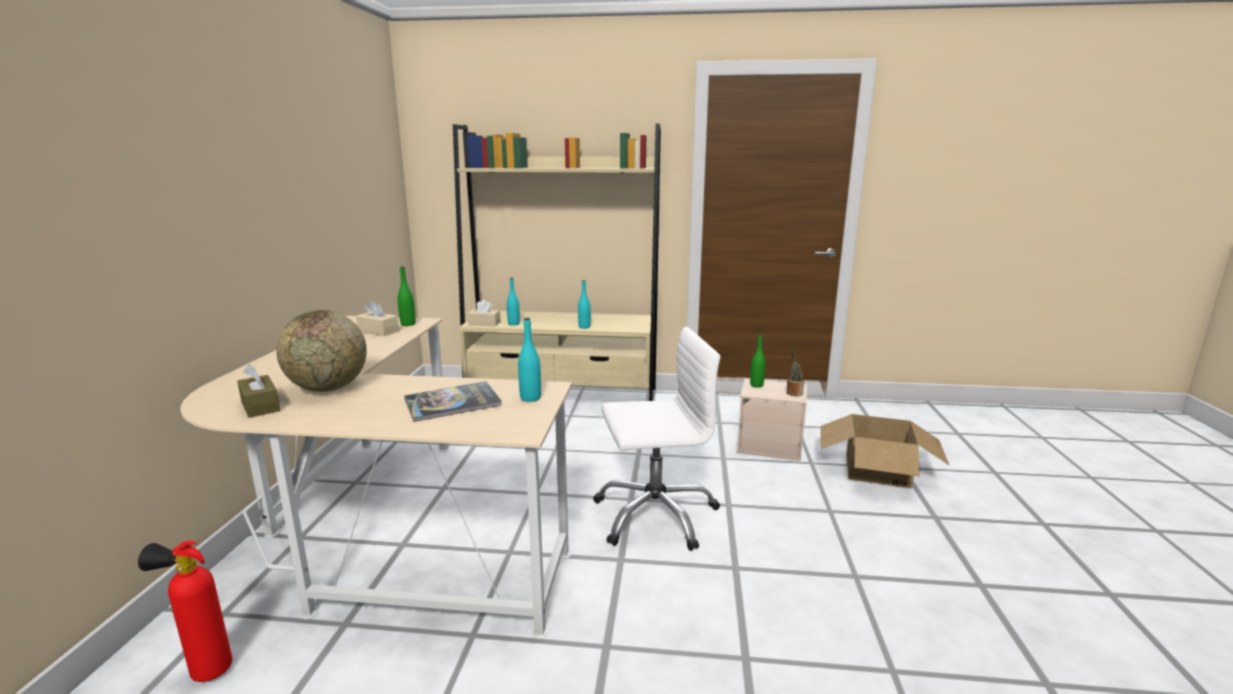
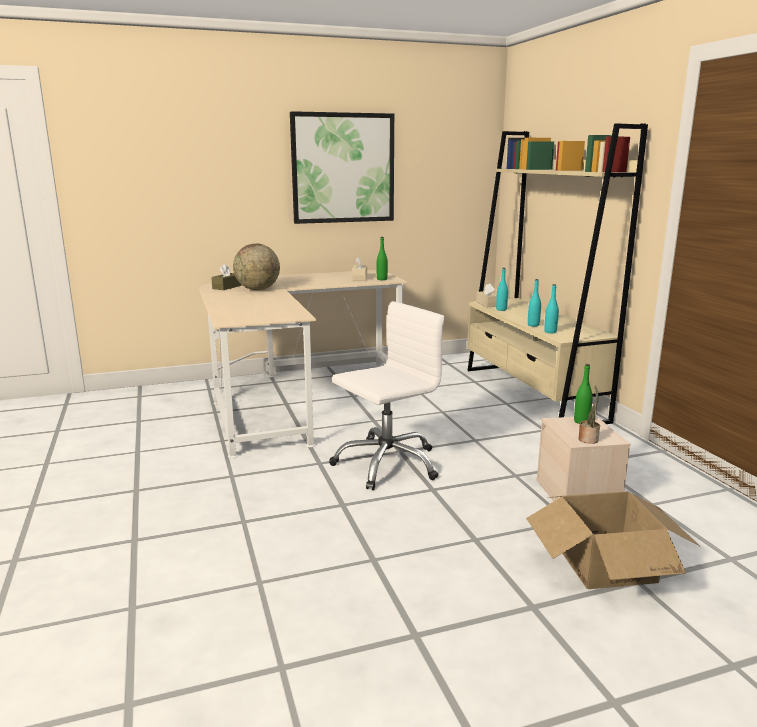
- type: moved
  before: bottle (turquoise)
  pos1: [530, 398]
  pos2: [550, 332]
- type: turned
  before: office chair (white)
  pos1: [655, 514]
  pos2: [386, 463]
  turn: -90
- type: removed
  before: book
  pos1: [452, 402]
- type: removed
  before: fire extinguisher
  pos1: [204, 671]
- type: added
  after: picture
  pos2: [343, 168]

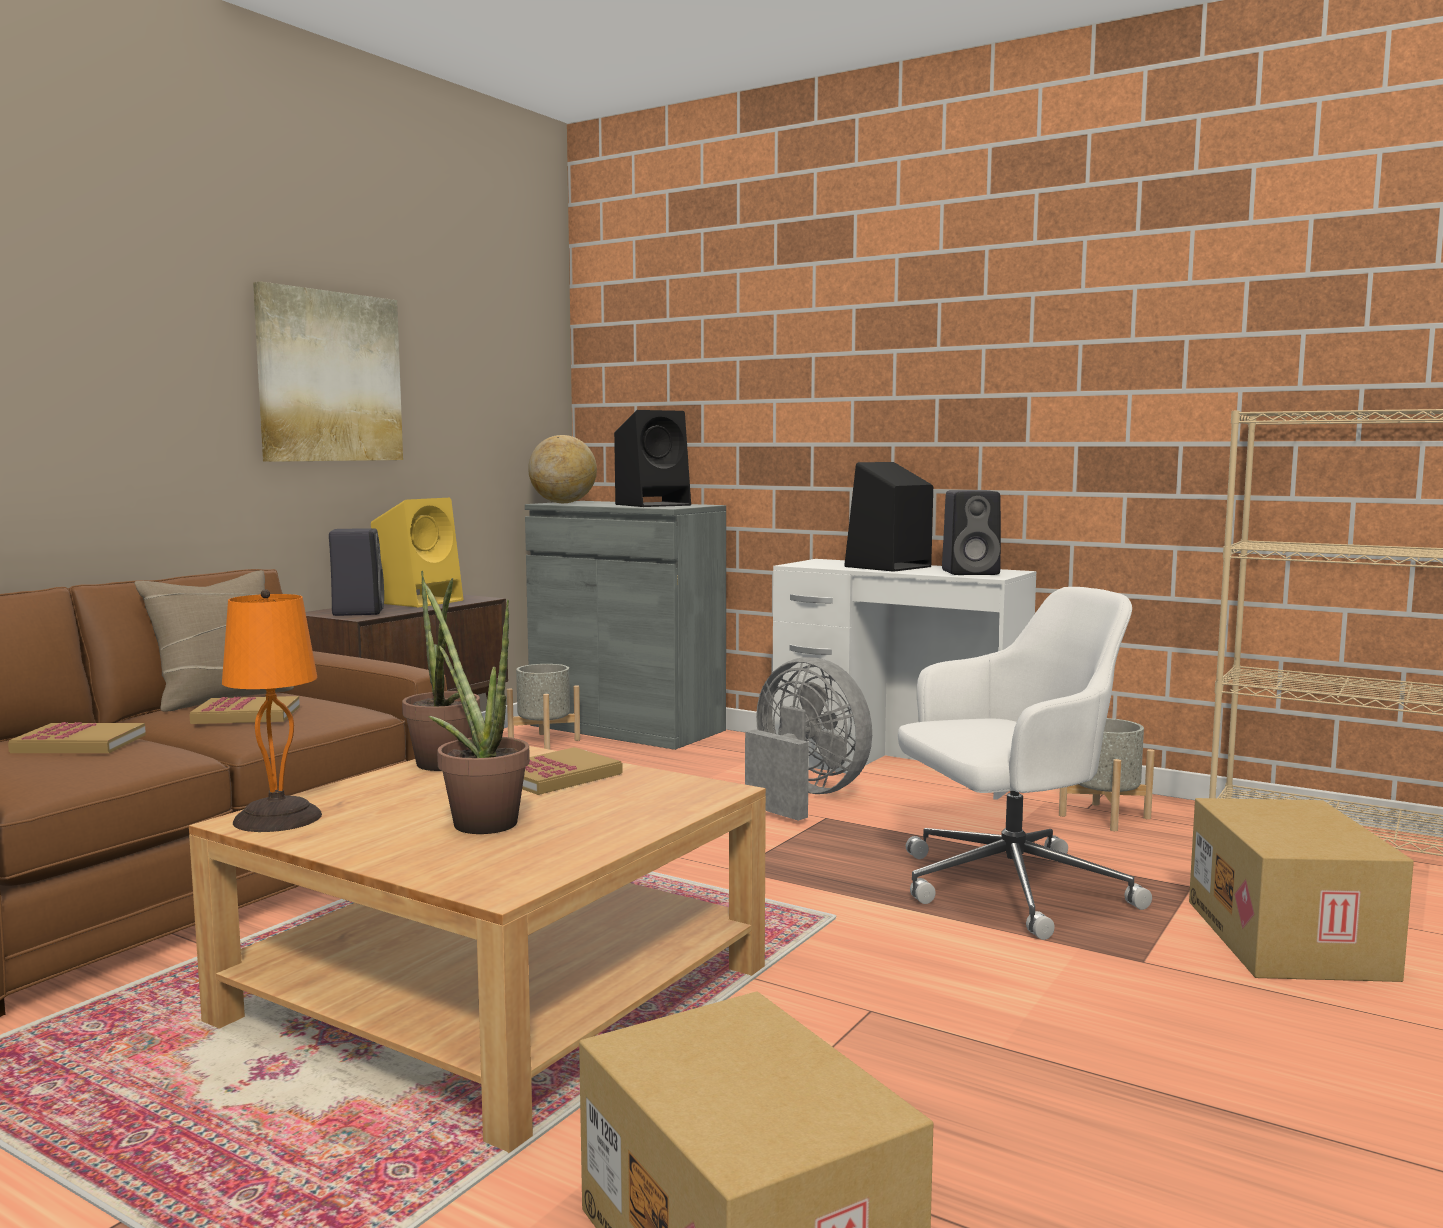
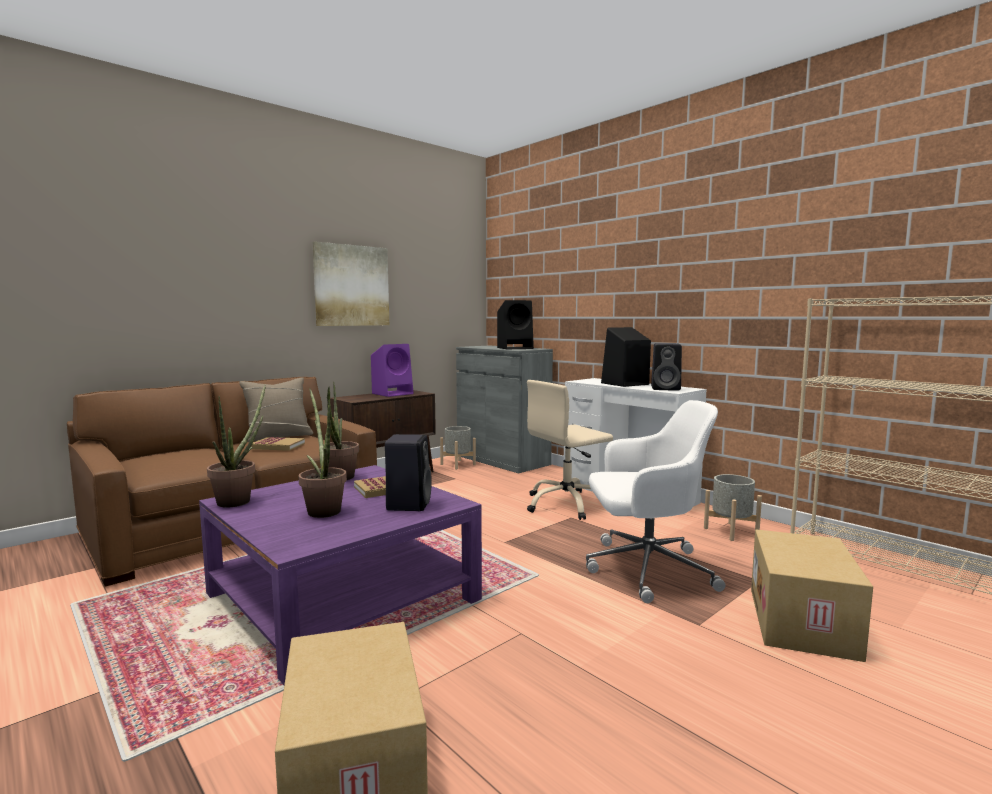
- type: removed
  before: globe
  pos1: [563, 503]
- type: recoloured
  before: speaker (yellow)
  after: speaker (purple)
  pos1: [420, 601]
  pos2: [393, 393]
- type: moved
  before: speaker (black)
  pos1: [357, 612]
  pos2: [408, 504]
- type: replaced
  before: table lamp (orange)
  after: potted plant
  pos1: [280, 818]
  pos2: [239, 500]
- type: replaced
  before: fan (grey)
  after: office chair (beige)
  pos1: [803, 797]
  pos2: [566, 504]
- type: removed
  before: book
  pos1: [79, 744]
- type: recoloured
  before: coffee table (beige)
  after: coffee table (purple)
  pos1: [497, 994]
  pos2: [342, 597]

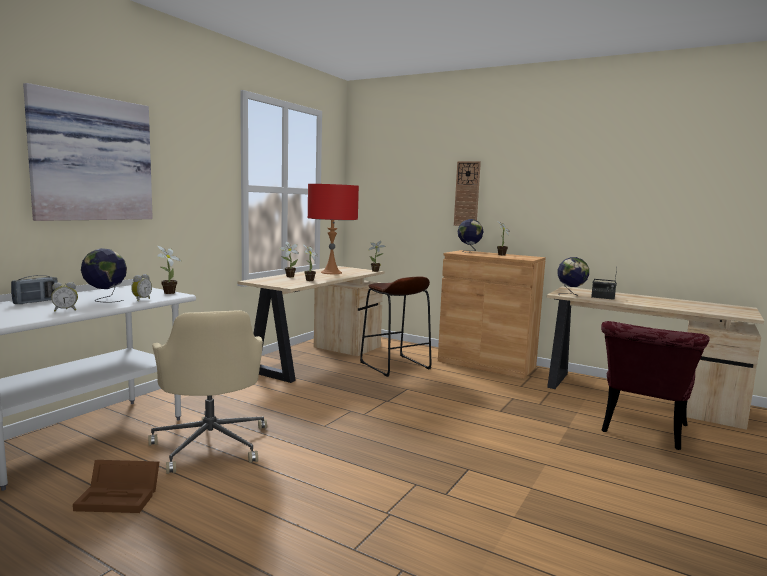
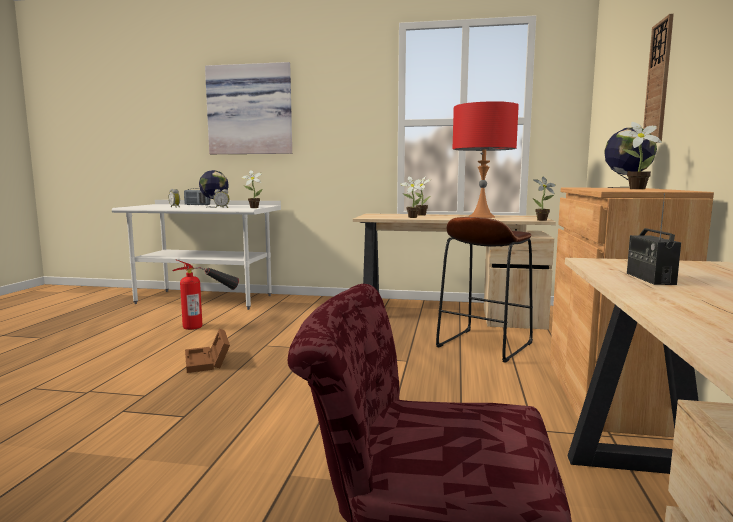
- type: removed
  before: globe
  pos1: [571, 295]
- type: replaced
  before: office chair (beige)
  after: fire extinguisher
  pos1: [211, 444]
  pos2: [209, 323]
- type: moved
  before: storage box (brown)
  pos1: [121, 497]
  pos2: [208, 361]

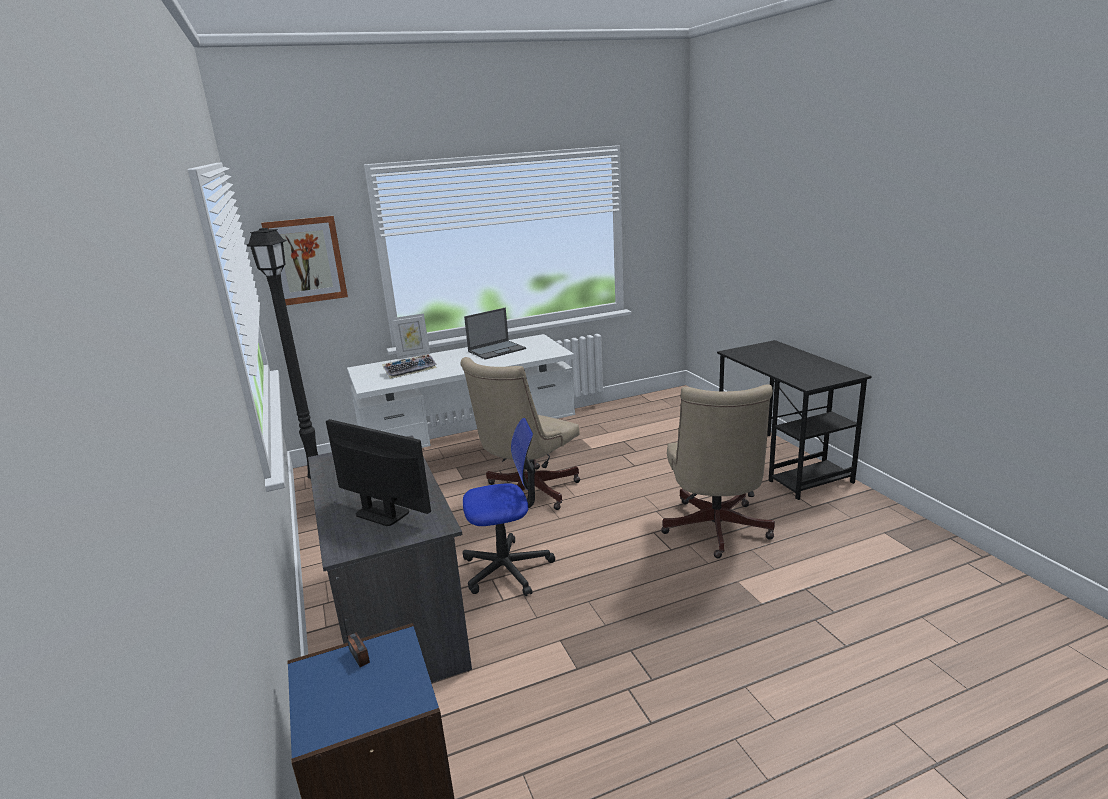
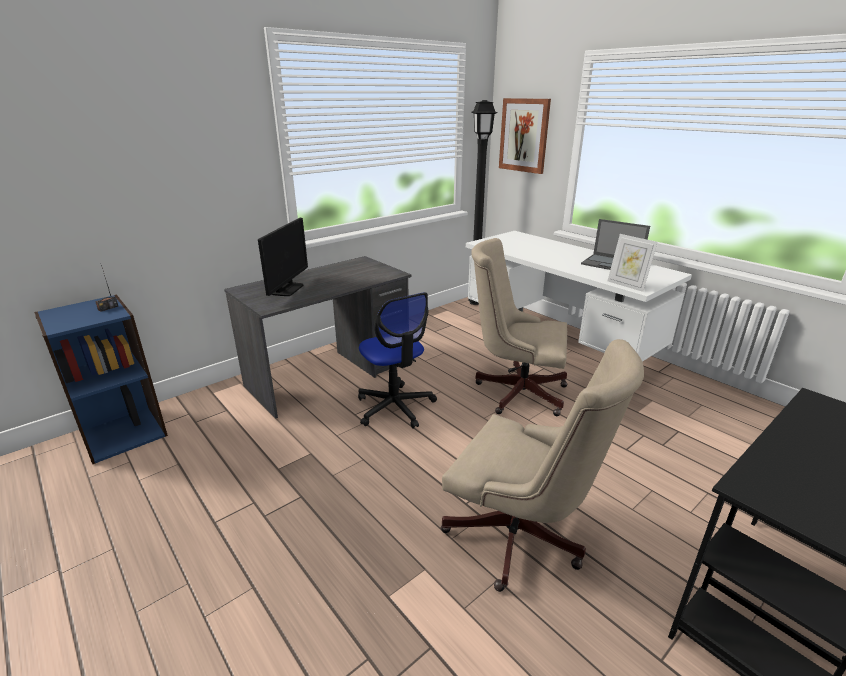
- type: moved
  before: picture frame
  pos1: [413, 355]
  pos2: [626, 285]
- type: removed
  before: keyboard
  pos1: [410, 370]
- type: turned
  before: office chair (beige)
  pos1: [715, 531]
  pos2: [521, 539]
  turn: -135

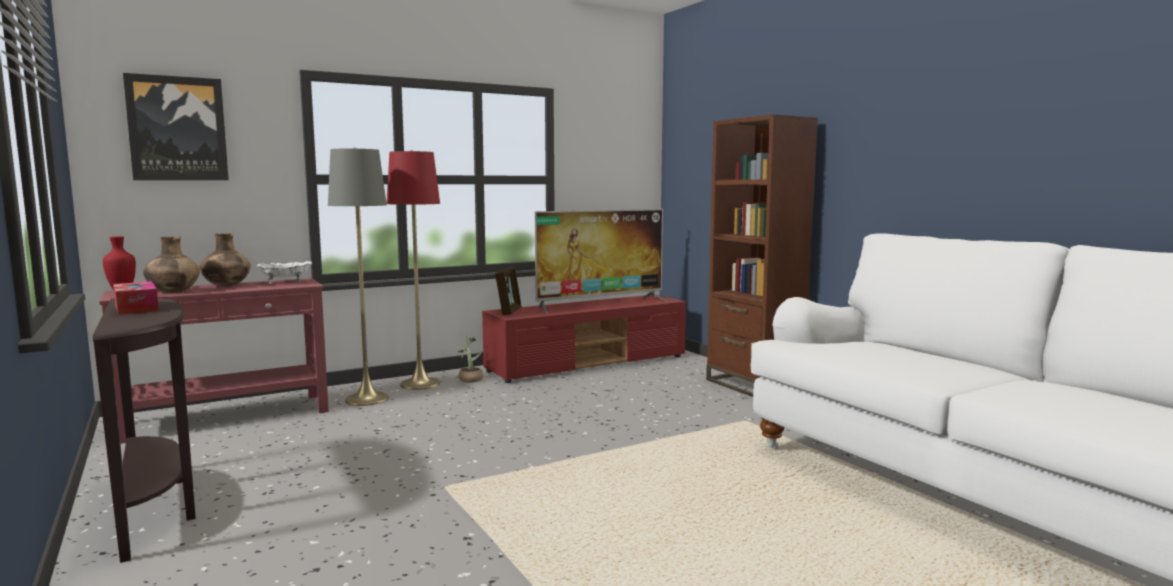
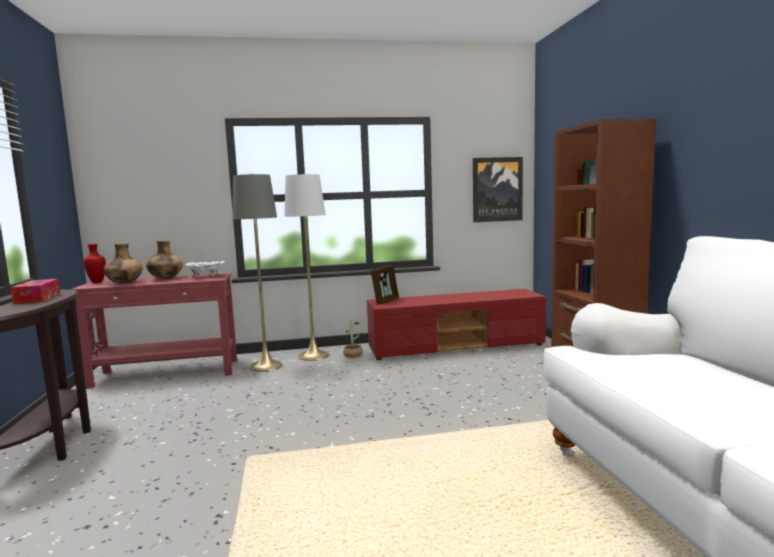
- type: moved
  before: picture
  pos1: [177, 129]
  pos2: [497, 189]
- type: recoloured
  before: floor lamp (red)
  after: floor lamp (white)
  pos1: [420, 384]
  pos2: [313, 356]
- type: removed
  before: television
  pos1: [601, 304]

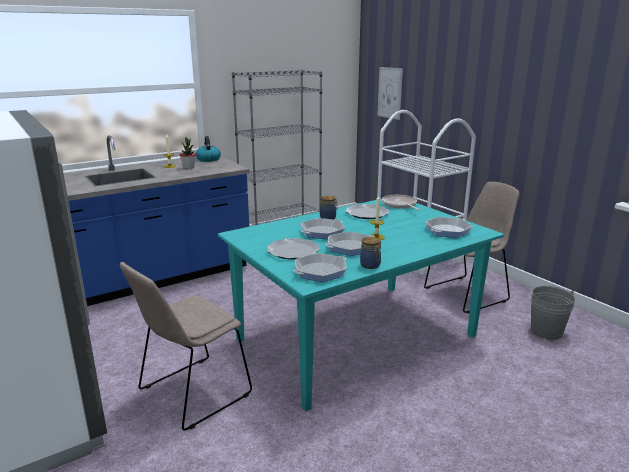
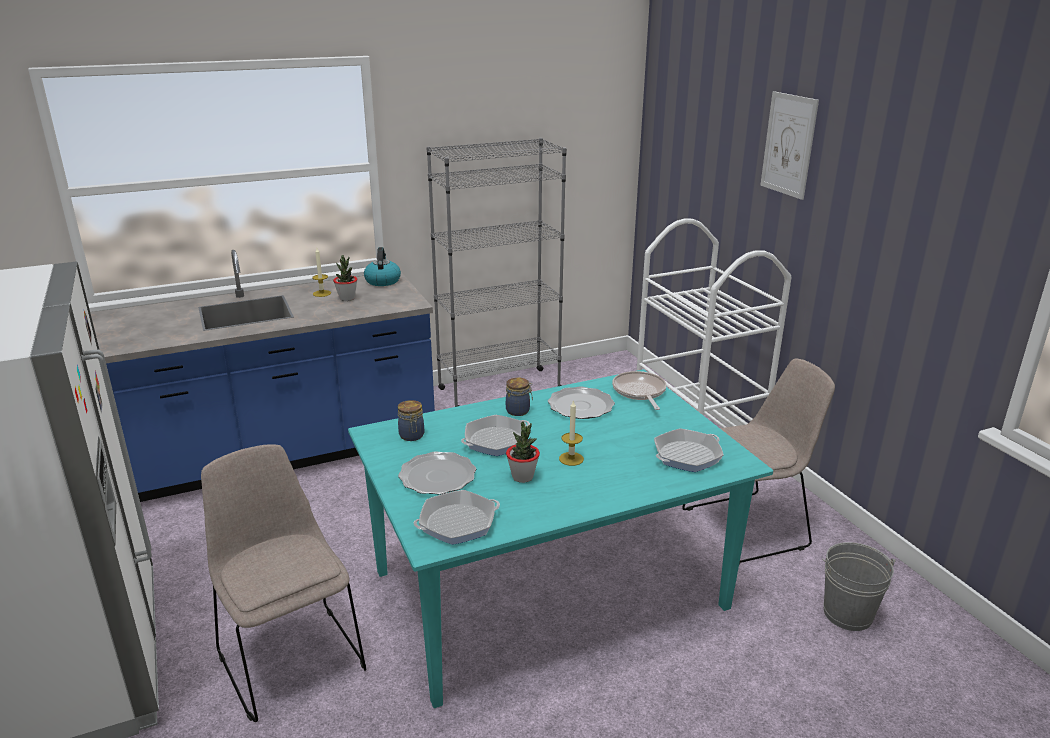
- type: moved
  before: picture
  pos1: [390, 93]
  pos2: [788, 145]
- type: replaced
  before: frying pan
  after: potted plant
  pos1: [350, 247]
  pos2: [522, 477]
- type: moved
  before: jar
  pos1: [370, 265]
  pos2: [412, 436]
- type: turned
  before: chair (beige)
  pos1: [192, 394]
  pos2: [290, 657]
  turn: 90

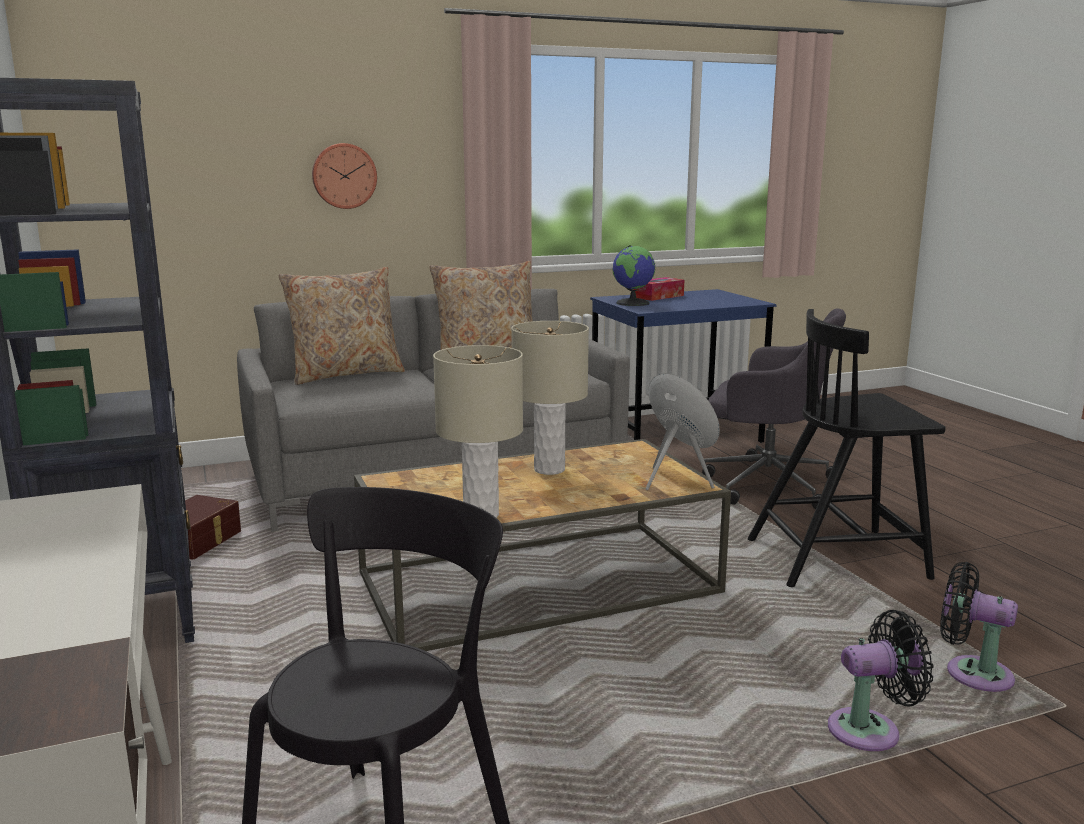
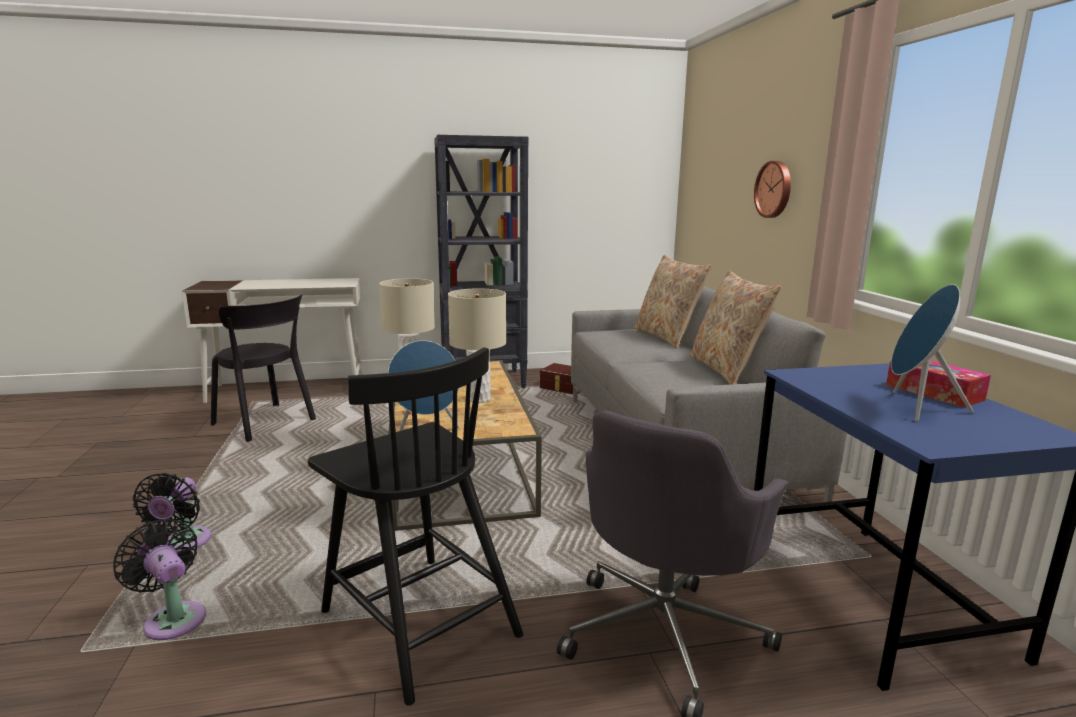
- type: removed
  before: globe
  pos1: [633, 303]
- type: turned
  before: chair (black)
  pos1: [839, 558]
  pos2: [418, 620]
  turn: 135
- type: turned
  before: fan (black)
  pos1: [971, 673]
  pos2: [173, 618]
  turn: -90
- type: added
  after: speaker (blue)
  pos2: [915, 407]

